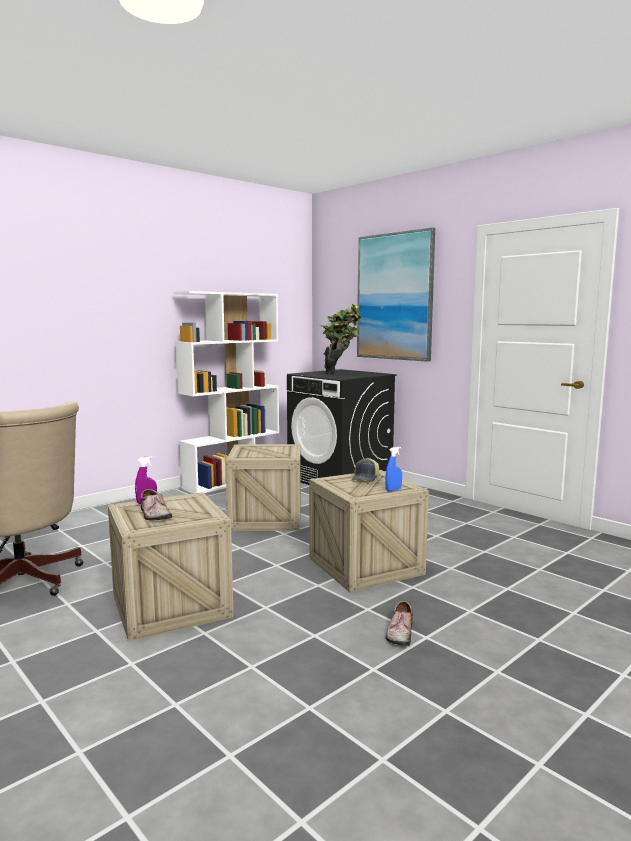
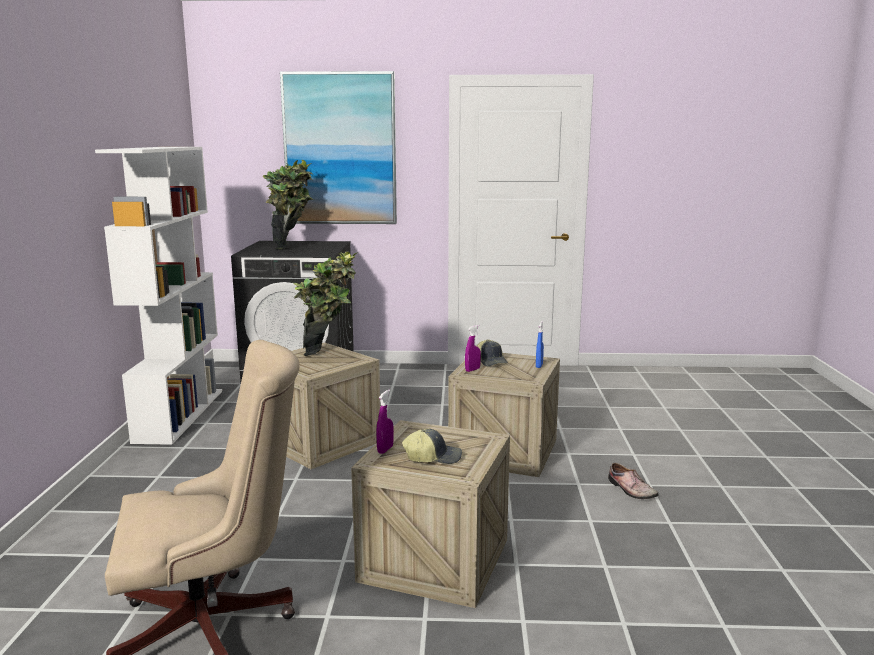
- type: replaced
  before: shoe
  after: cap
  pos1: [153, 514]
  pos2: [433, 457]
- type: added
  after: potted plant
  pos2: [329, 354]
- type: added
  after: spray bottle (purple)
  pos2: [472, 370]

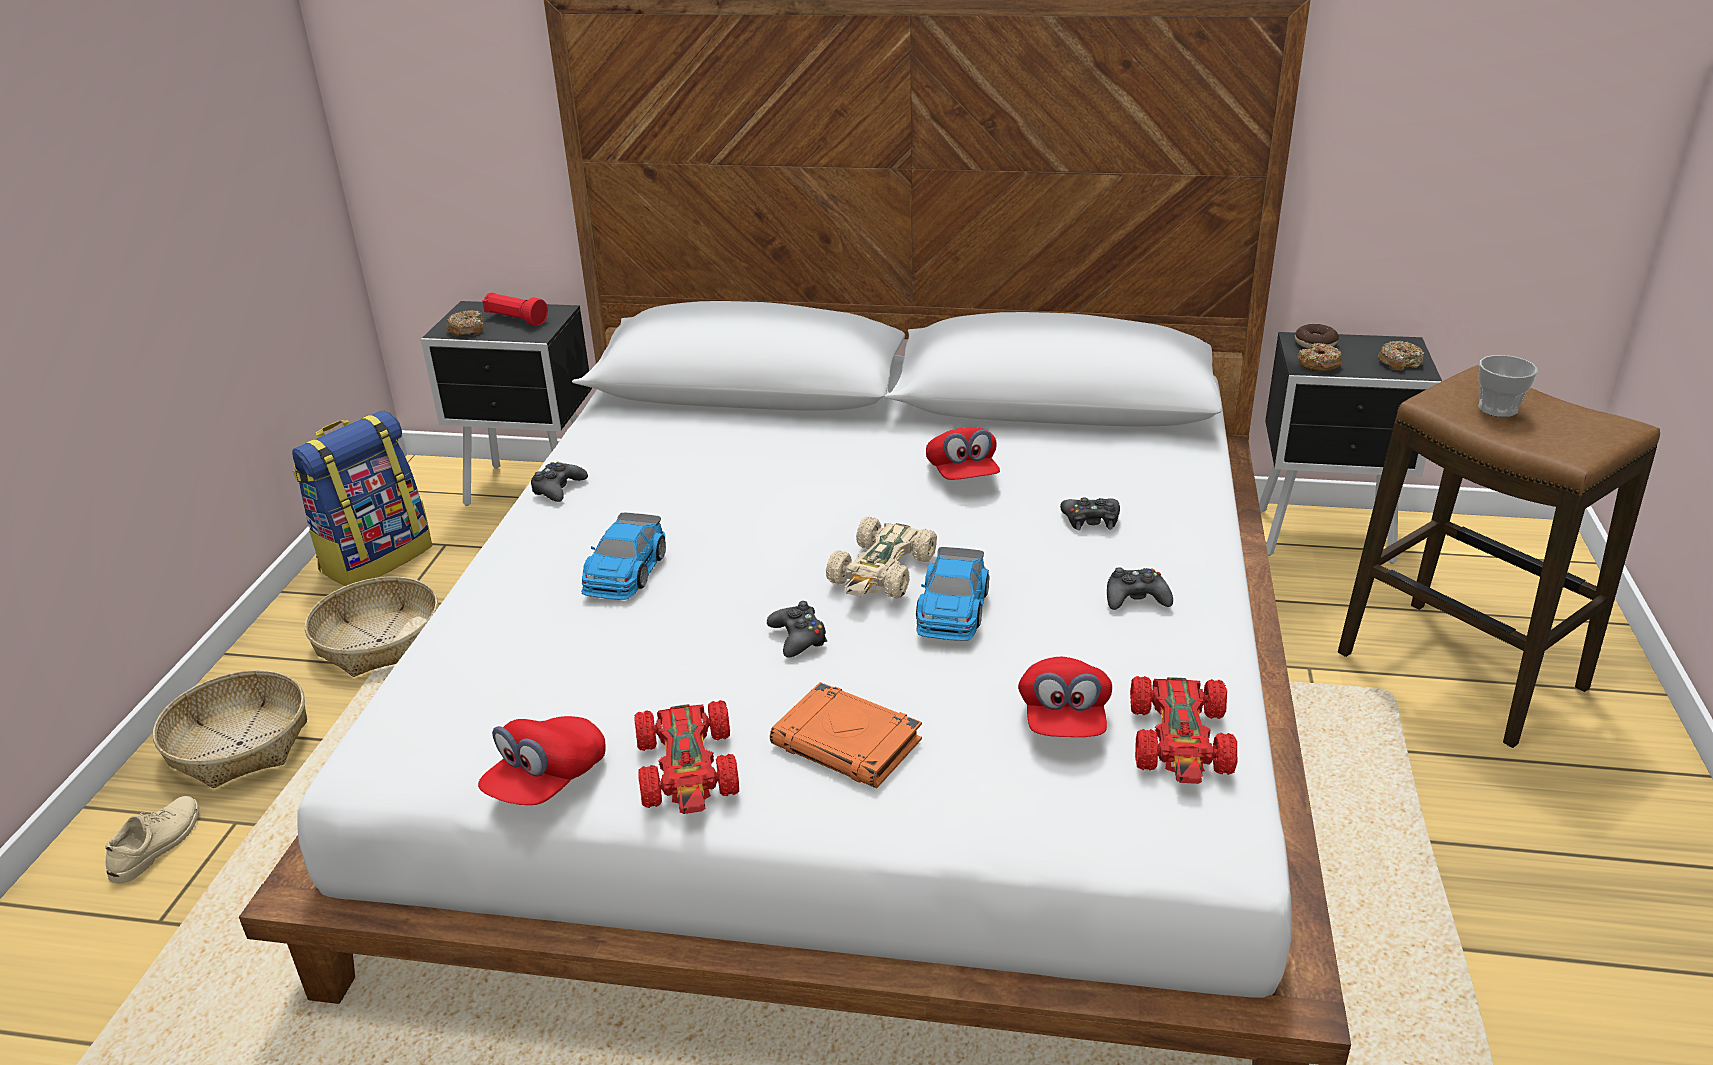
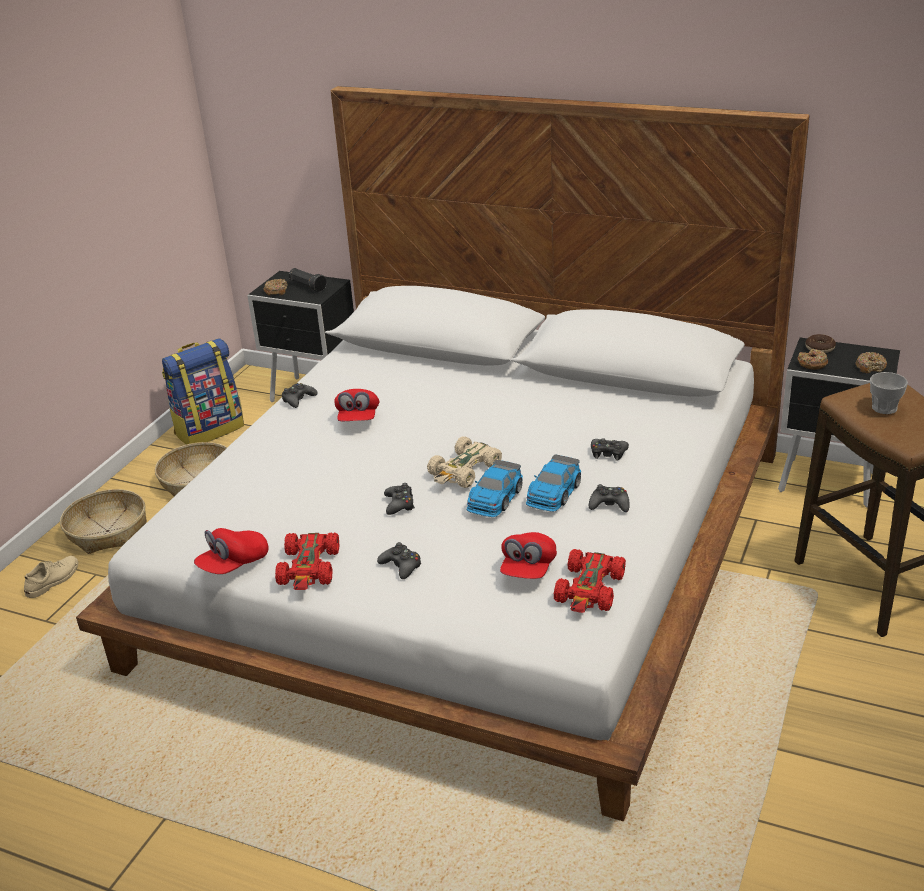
- type: recoloured
  before: flashlight (red)
  after: flashlight (black)
  pos1: [516, 319]
  pos2: [307, 286]
- type: moved
  before: cap (red)
  pos1: [962, 475]
  pos2: [358, 418]
- type: moved
  before: toy car
  pos1: [625, 572]
  pos2: [553, 493]
- type: replaced
  before: book (orange)
  after: game controller (black)
  pos1: [848, 743]
  pos2: [401, 566]

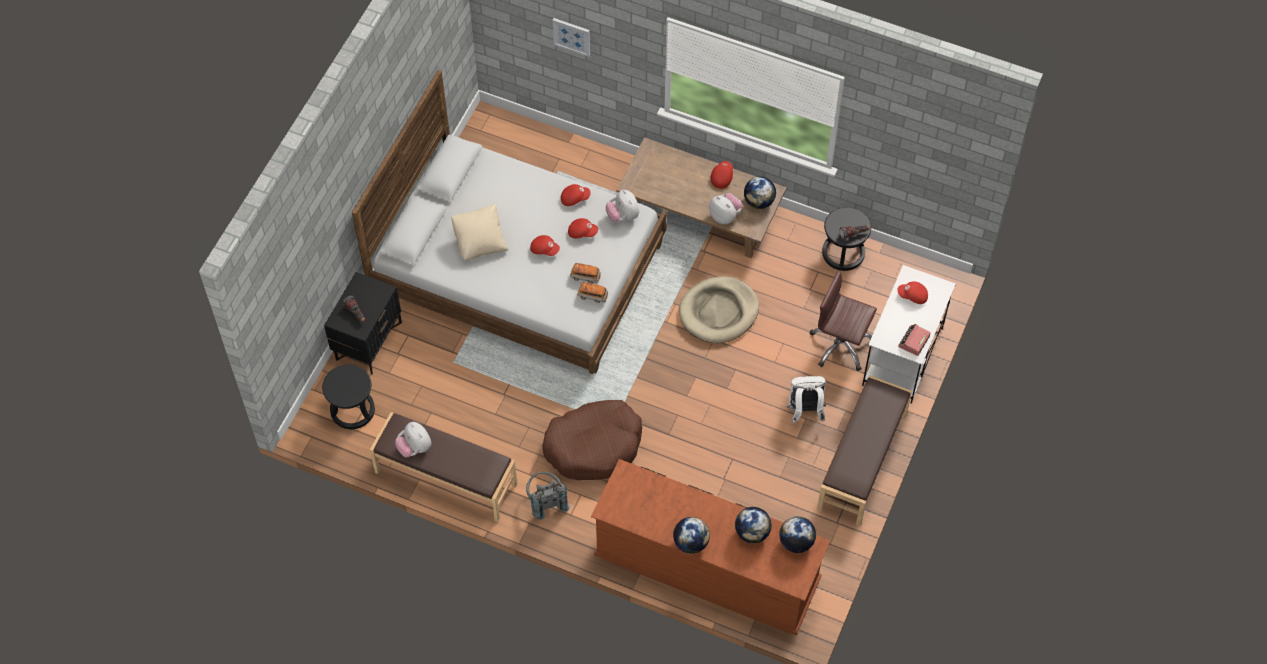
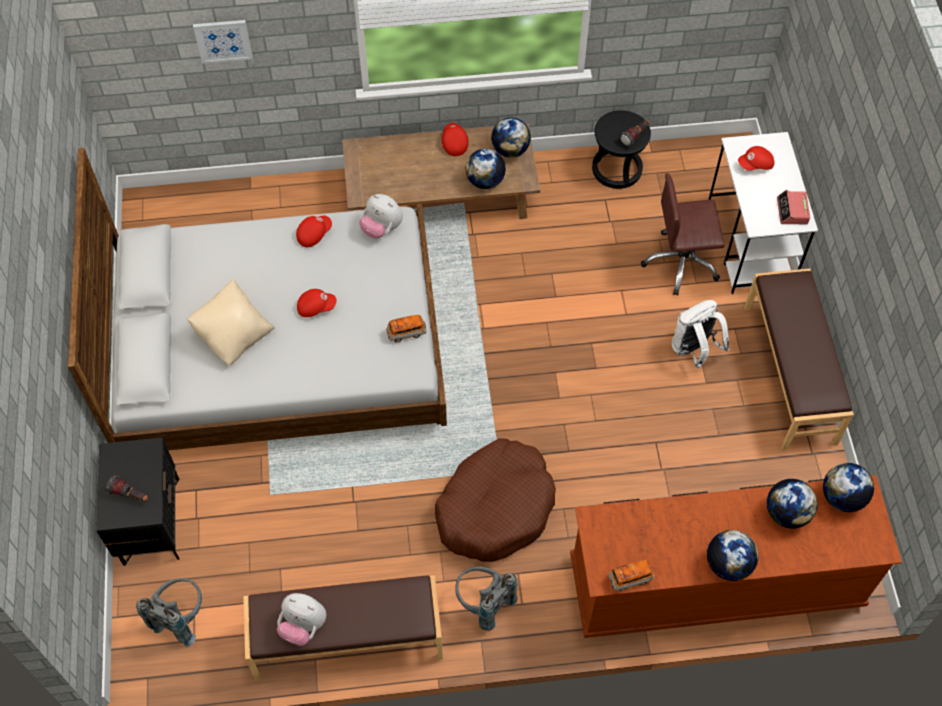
- type: replaced
  before: plush toy
  after: globe
  pos1: [725, 216]
  pos2: [485, 181]
- type: removed
  before: cap (red)
  pos1: [582, 232]
- type: moved
  before: toy car
  pos1: [585, 276]
  pos2: [630, 578]
- type: removed
  before: dog bed (beige)
  pos1: [719, 312]
- type: replaced
  before: stool (black)
  after: backpack (grey)
  pos1: [352, 410]
  pos2: [180, 617]

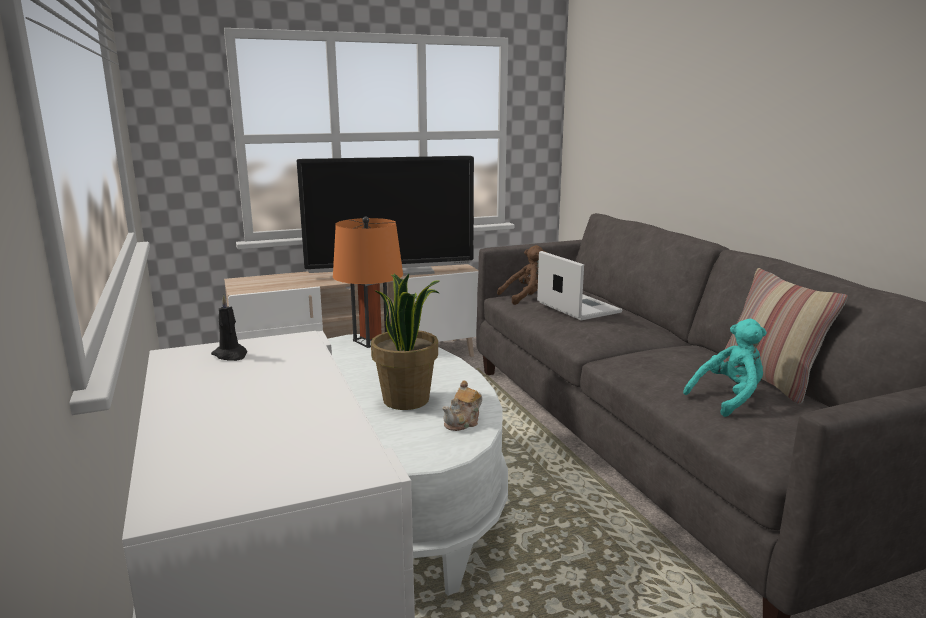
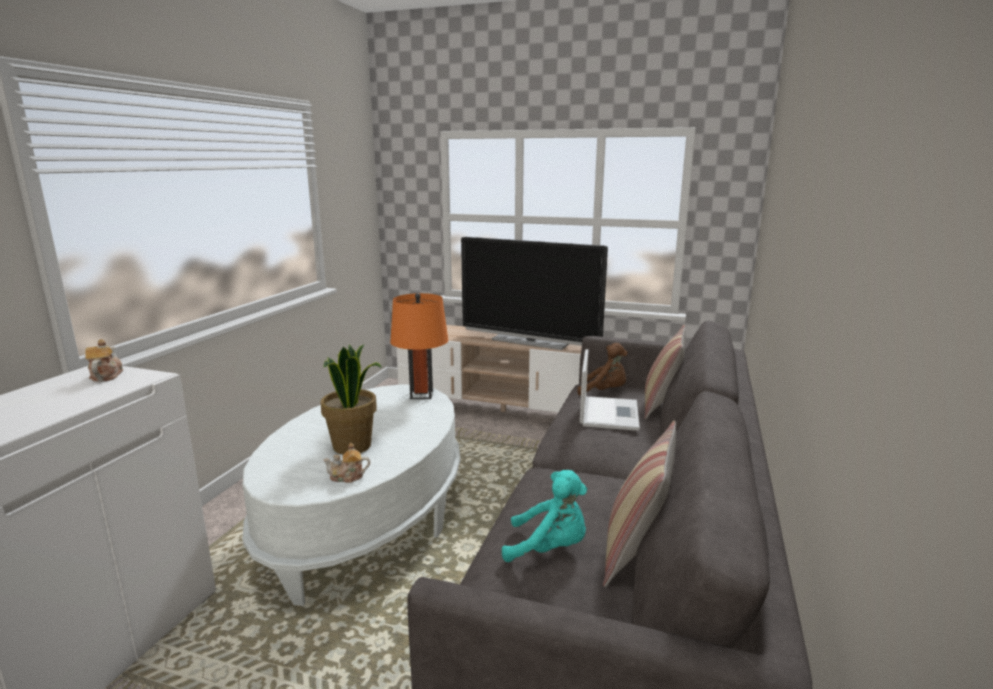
- type: replaced
  before: candle (black)
  after: teapot
  pos1: [231, 355]
  pos2: [106, 376]
- type: added
  after: pillow
  pos2: [661, 405]

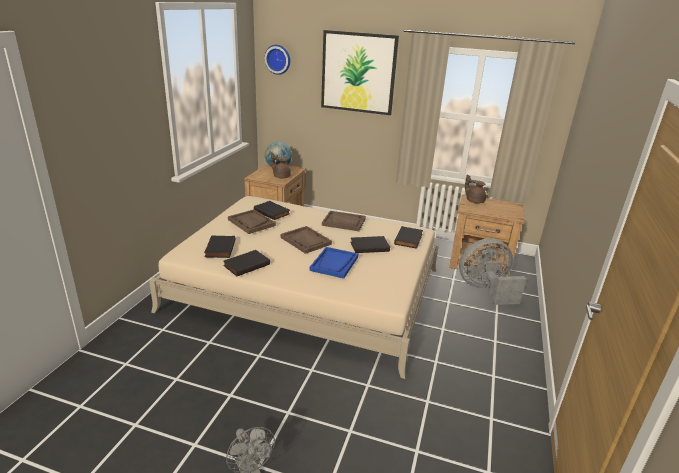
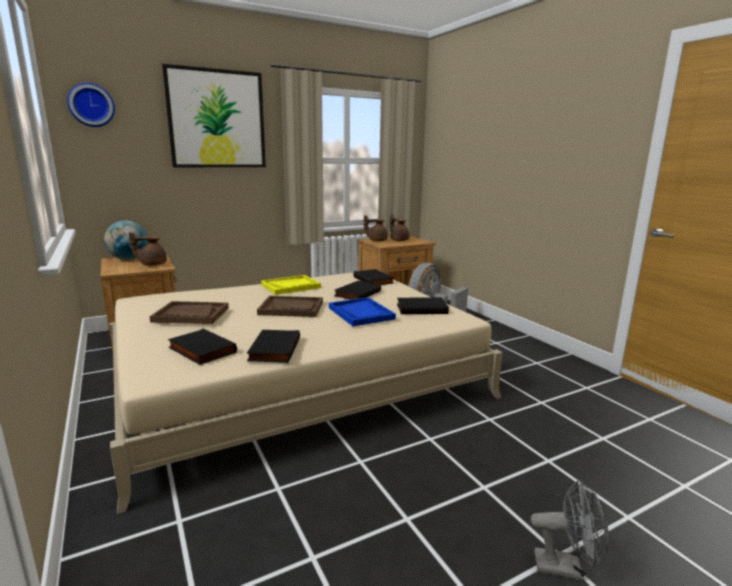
- type: moved
  before: book (black)
  pos1: [272, 212]
  pos2: [422, 308]
- type: recoloured
  before: tray (brown)
  after: tray (yellow)
  pos1: [344, 222]
  pos2: [291, 286]
- type: added
  after: teapot (brown)
  pos2: [399, 240]

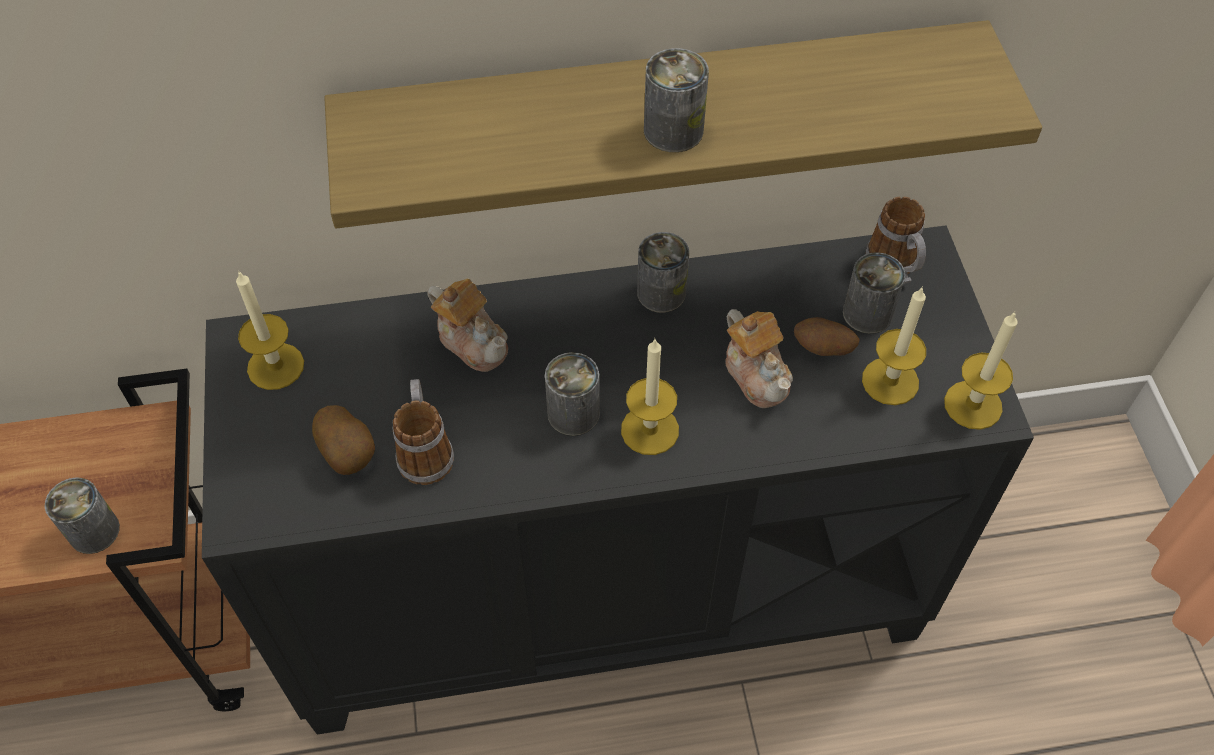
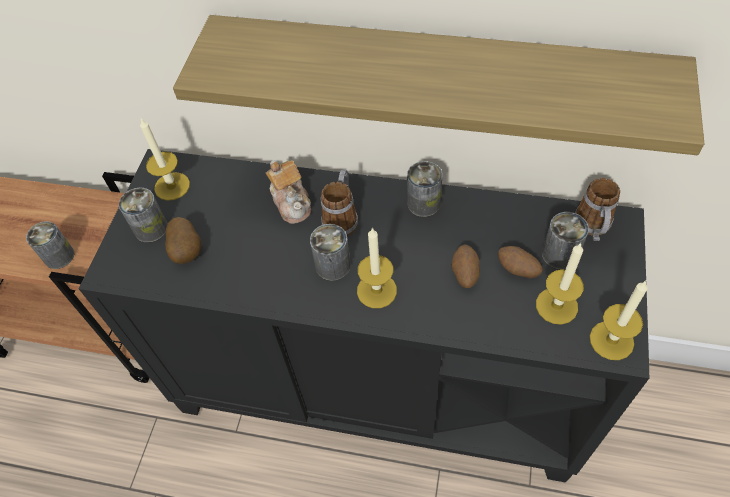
- type: moved
  before: can
  pos1: [673, 130]
  pos2: [151, 228]
- type: replaced
  before: teapot
  after: potato
  pos1: [757, 374]
  pos2: [464, 274]
- type: moved
  before: mug
  pos1: [425, 450]
  pos2: [342, 217]

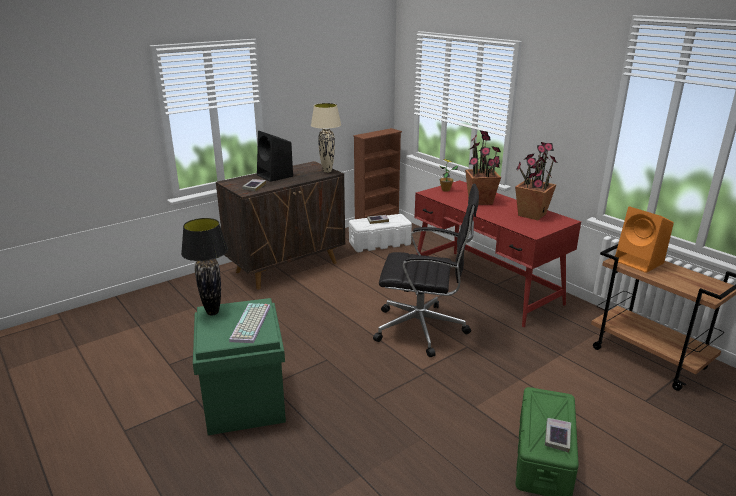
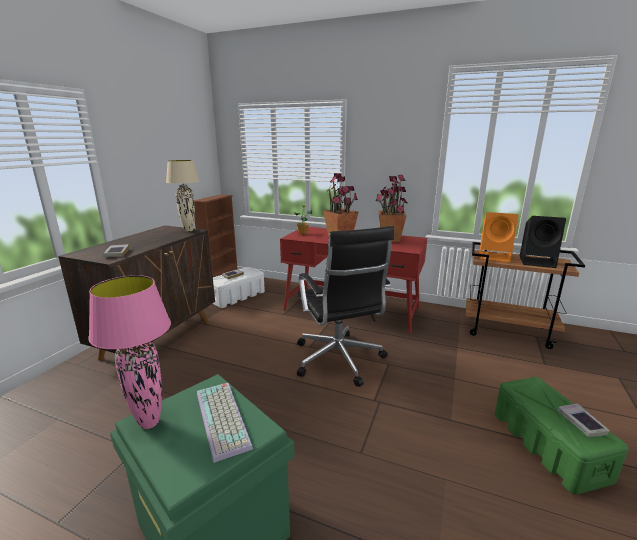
- type: moved
  before: speaker (black)
  pos1: [275, 176]
  pos2: [538, 262]
- type: turned
  before: office chair (black)
  pos1: [423, 329]
  pos2: [339, 360]
  turn: 90
- type: recoloured
  before: table lamp (black)
  after: table lamp (pink)
  pos1: [213, 313]
  pos2: [150, 423]

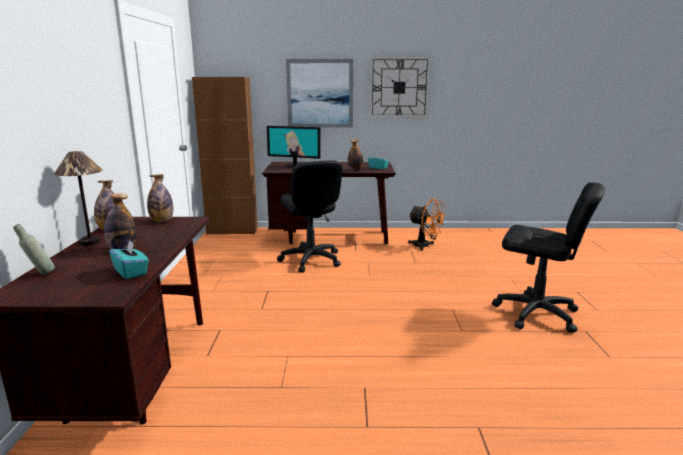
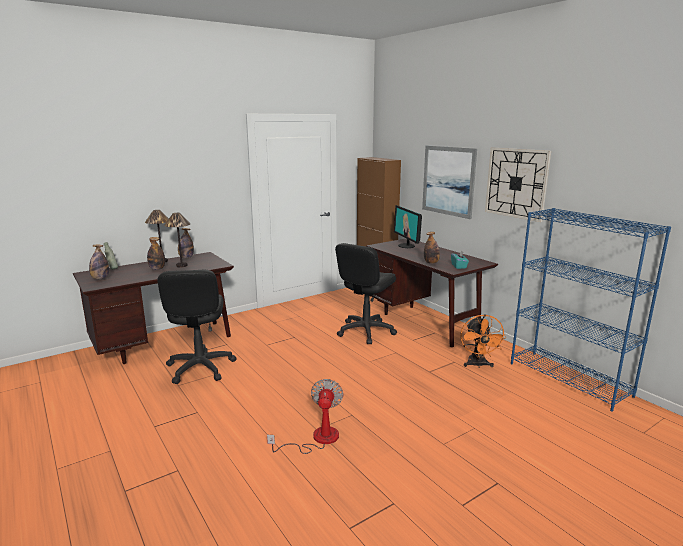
- type: moved
  before: bottle
  pos1: [162, 221]
  pos2: [100, 278]
- type: moved
  before: office chair (black)
  pos1: [536, 314]
  pos2: [200, 368]
- type: removed
  before: tissue box (turquoise)
  pos1: [131, 272]
- type: added
  after: bookcase (blue)
  pos2: [569, 379]
- type: added
  after: table lamp
  pos2: [181, 265]
- type: added
  after: fan
  pos2: [317, 439]

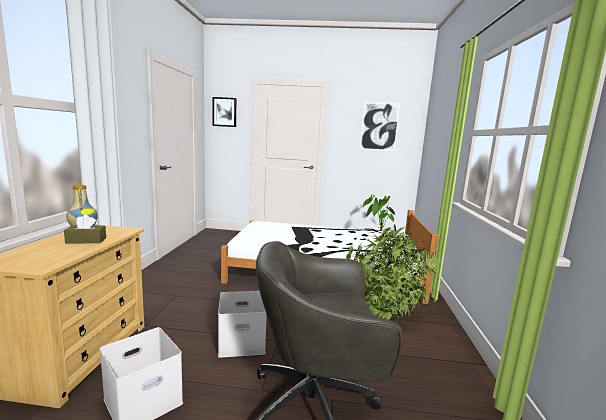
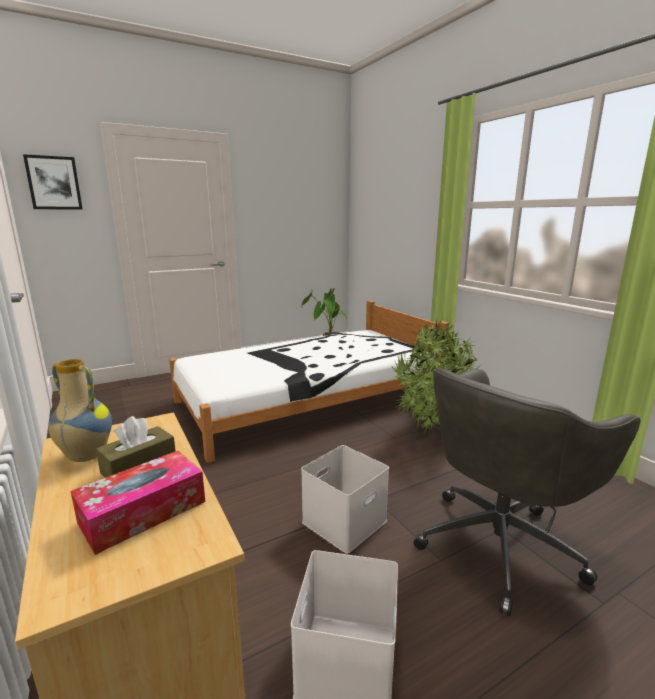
- type: removed
  before: picture
  pos1: [379, 126]
- type: added
  after: tissue box
  pos2: [143, 512]

